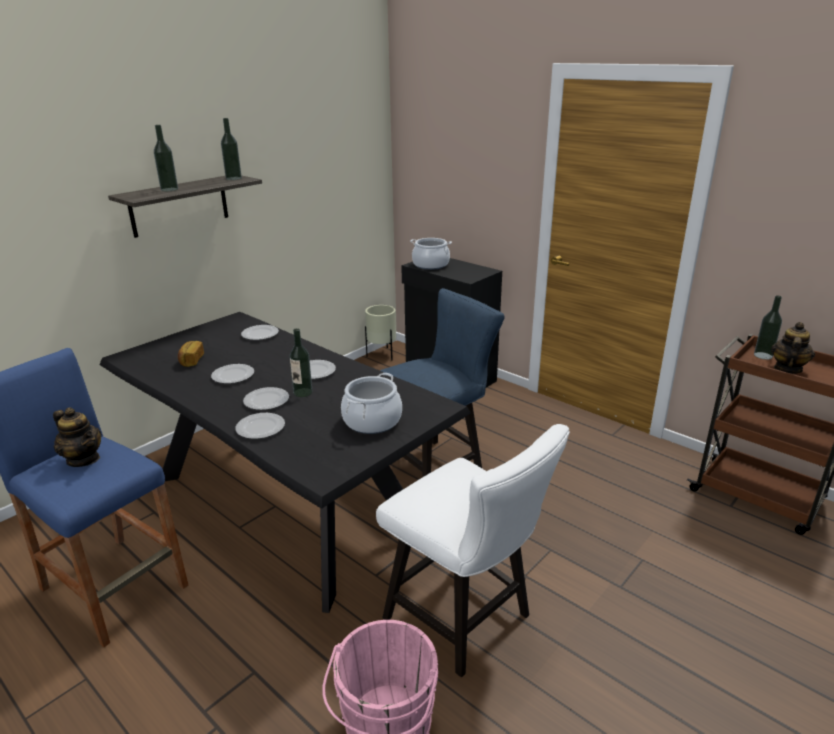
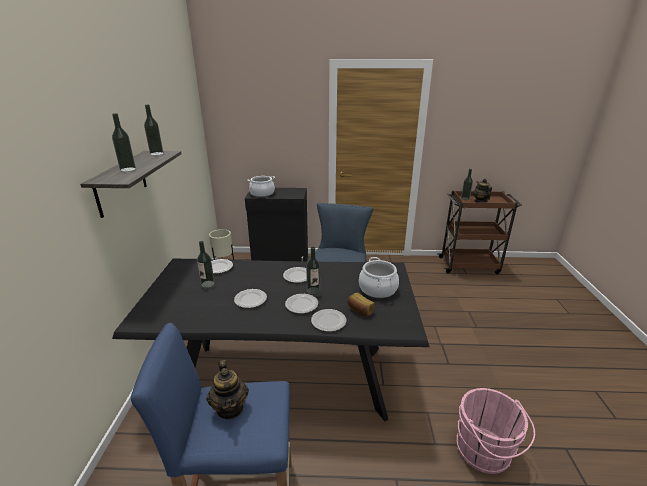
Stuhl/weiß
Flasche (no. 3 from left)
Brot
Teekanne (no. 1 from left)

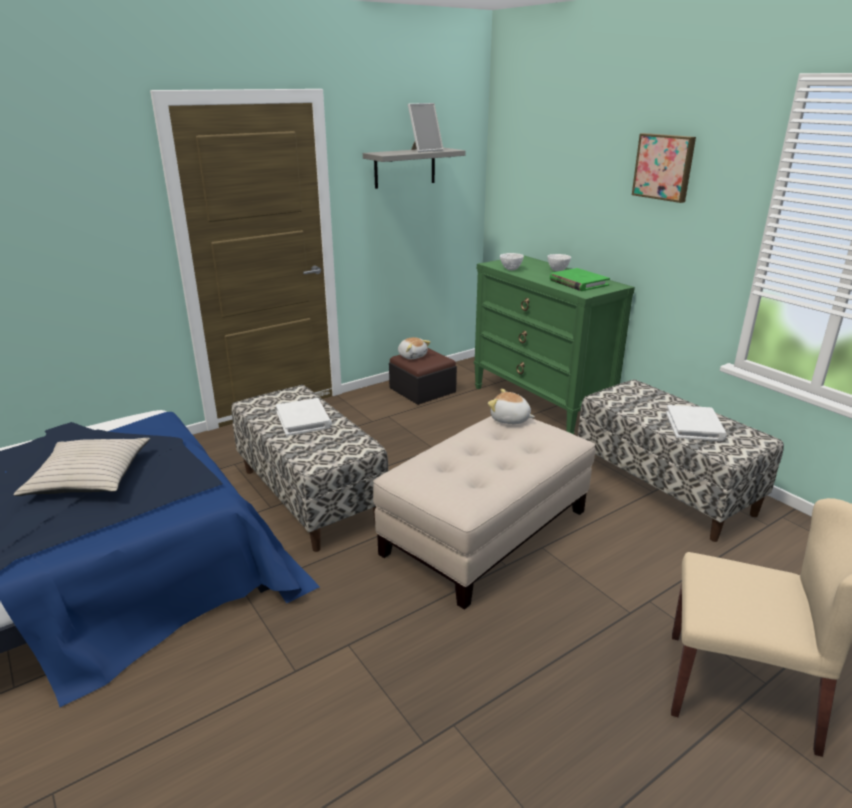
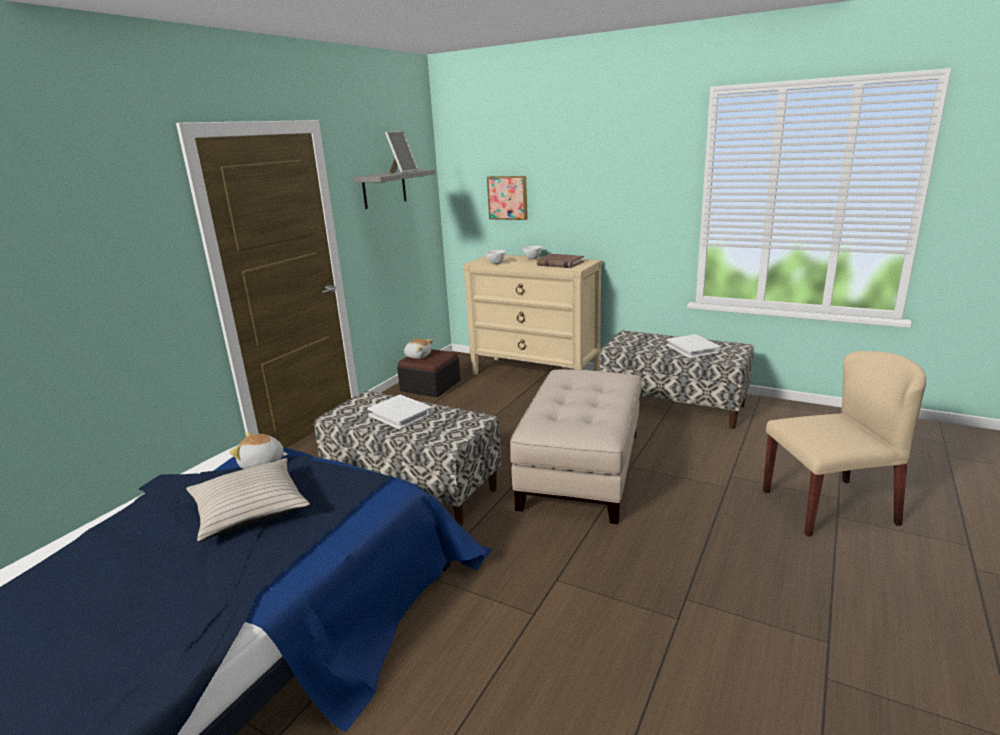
Plüschtier (no. 1 from left)
Bild
Kommode/beige
Buch/braun

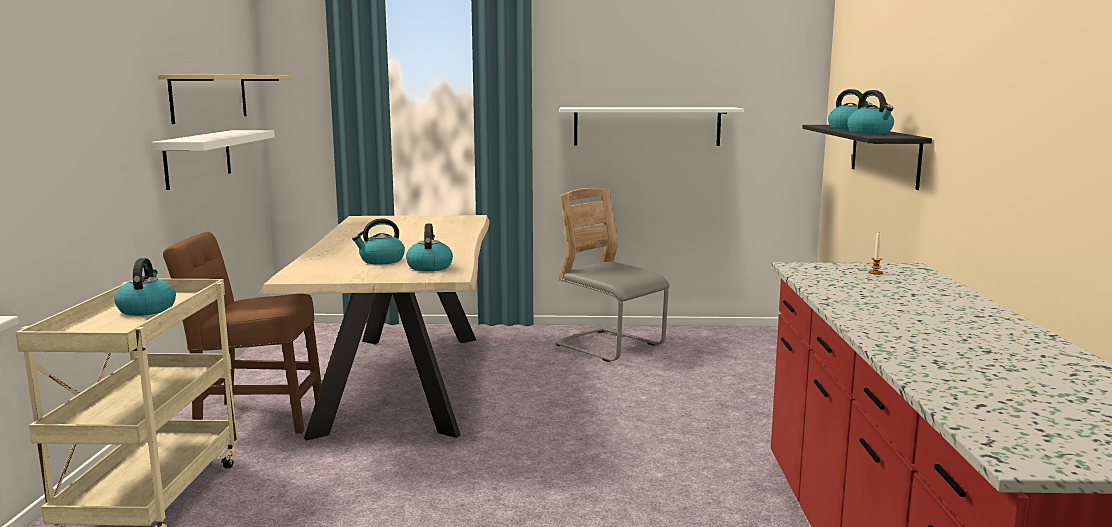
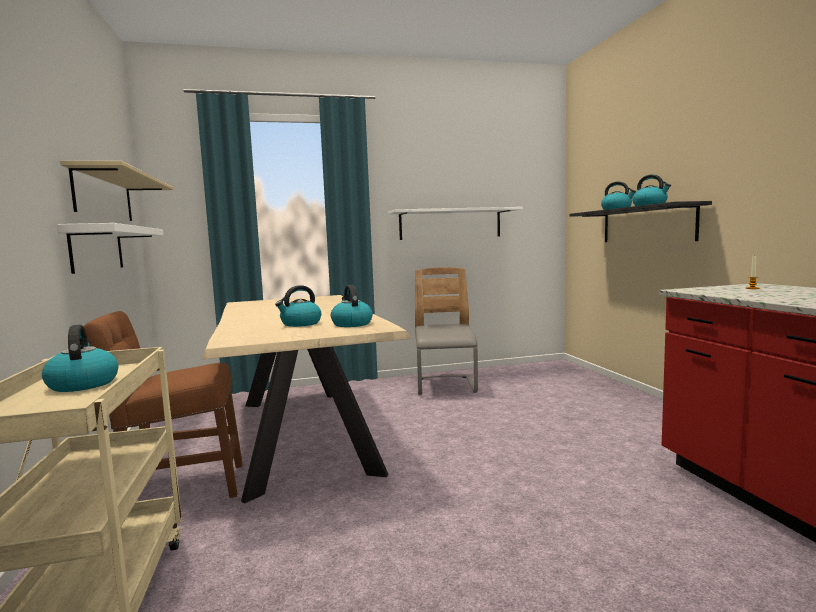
Stuhl/grau

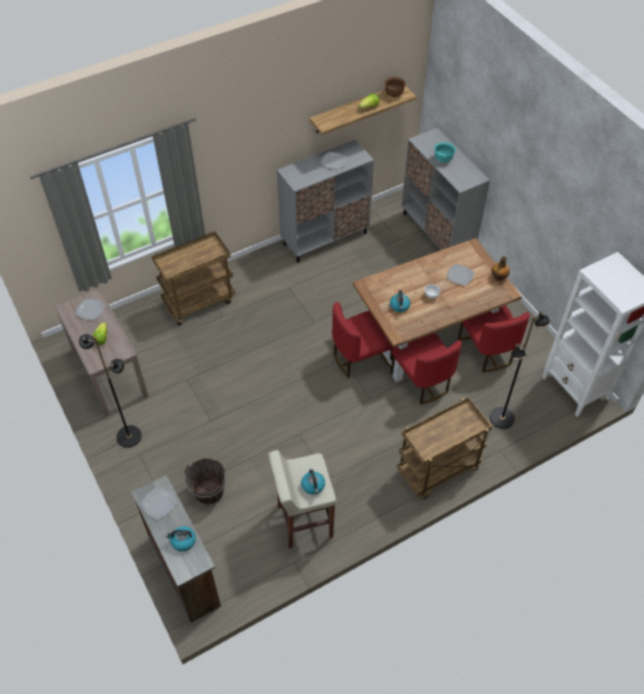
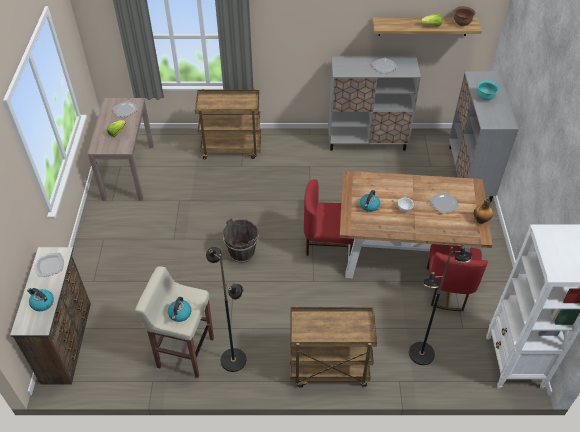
Stuhl/rot (no. 2 from left in the first image)
Stehlampe/schwarz (no. 1 from left)
Eimer/braun

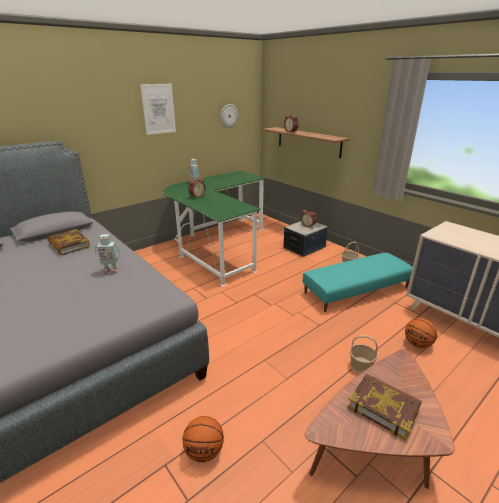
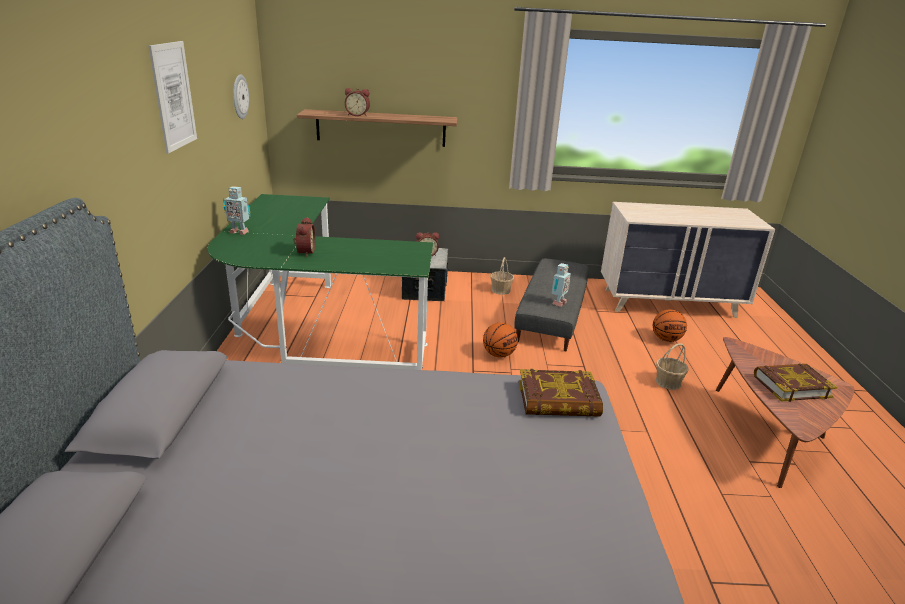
Buch (no. 1 from left)
Spielzeugroboter (no. 2 from left)
Basketball (no. 1 from left)
Polsterhocker/grau

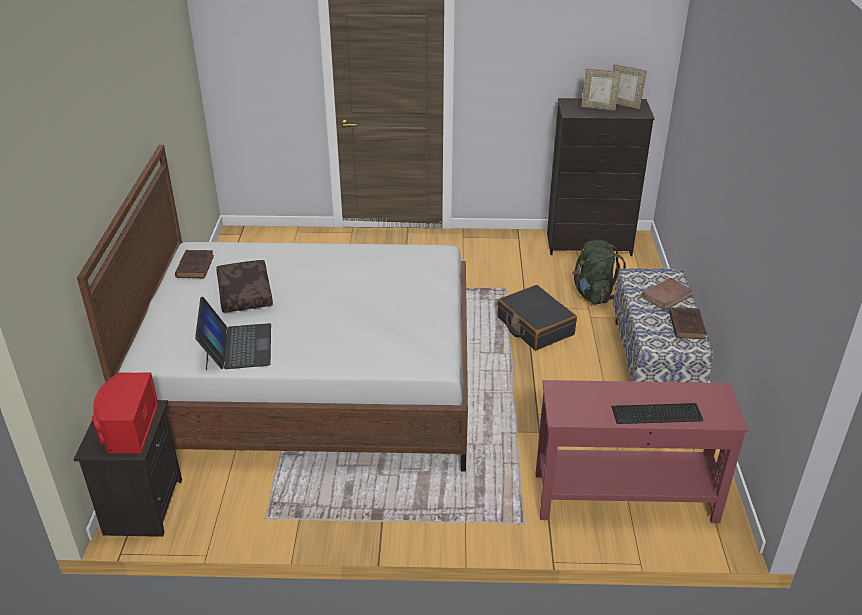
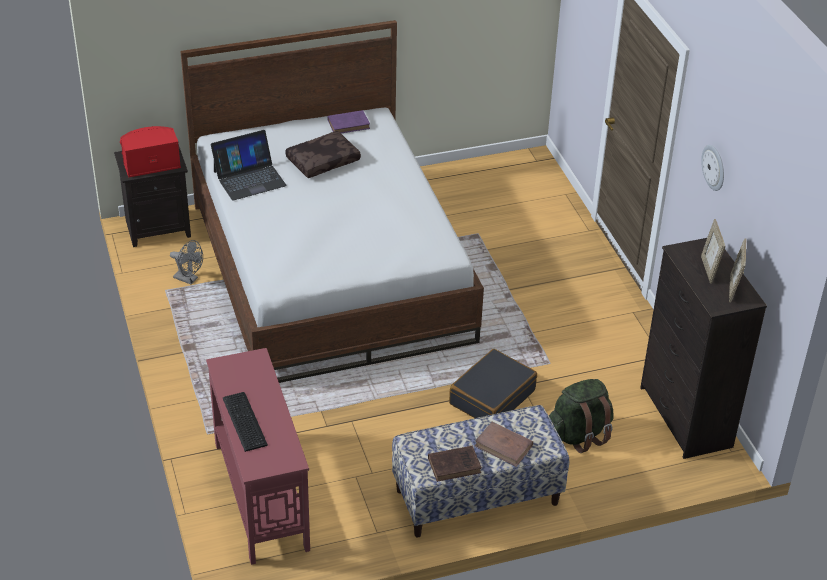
Ventilator/grau
Wanduhr
Buch/lila

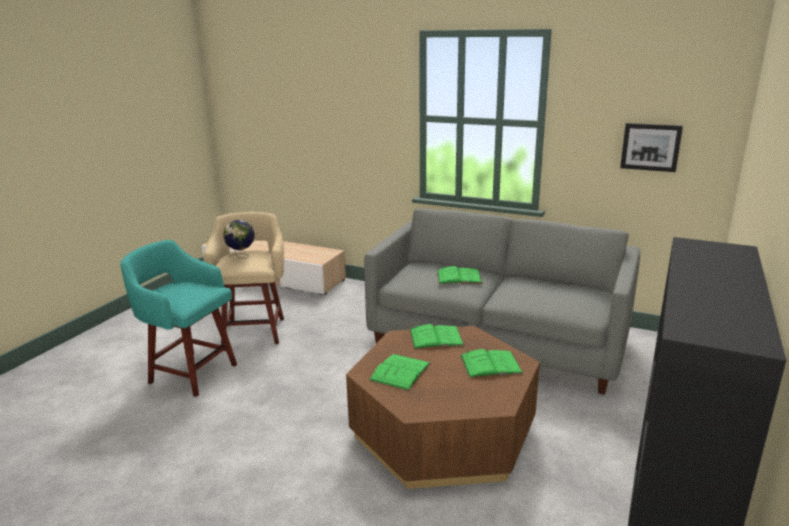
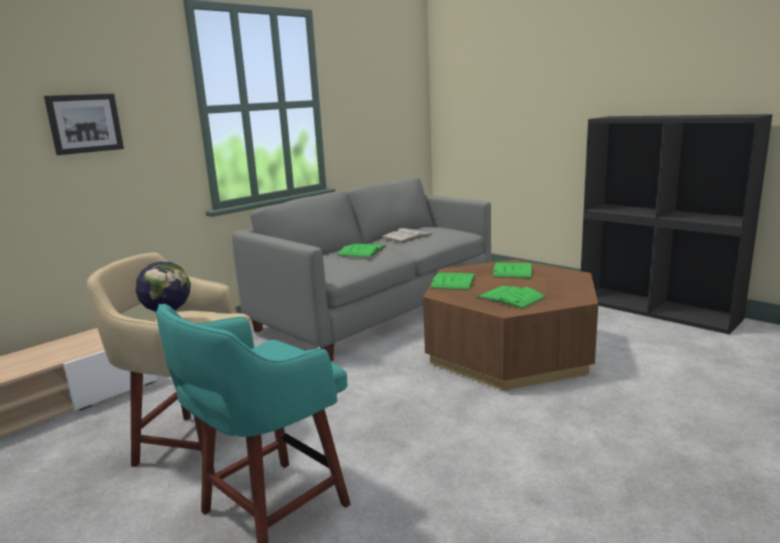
Buch/weiß
Bild

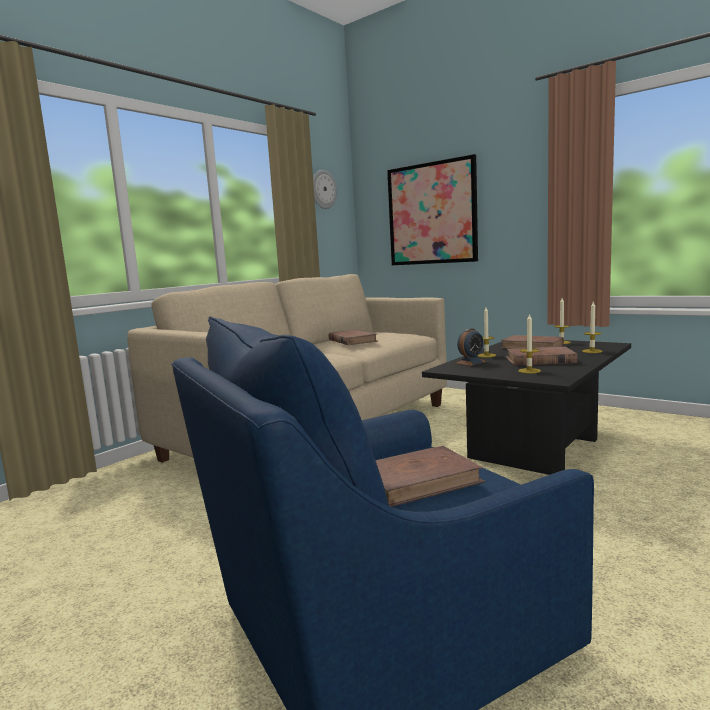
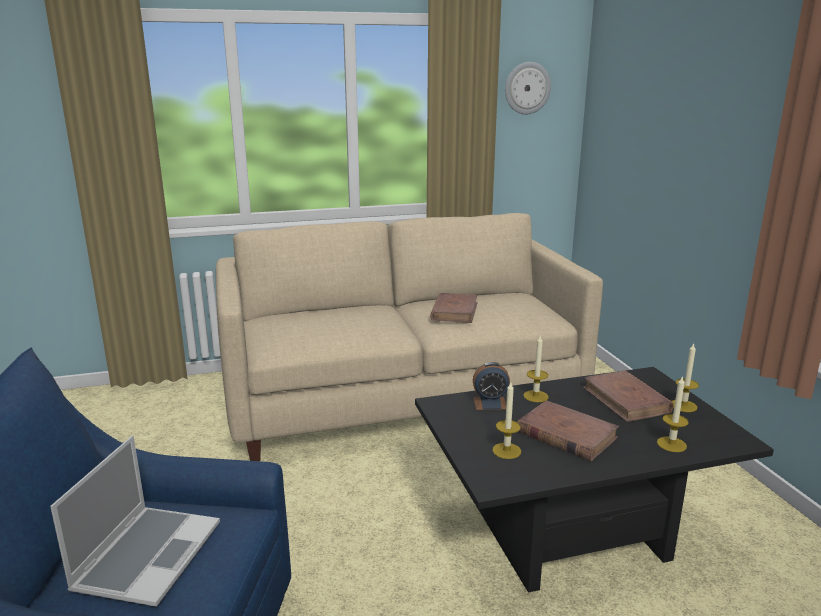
Bild
Laptop

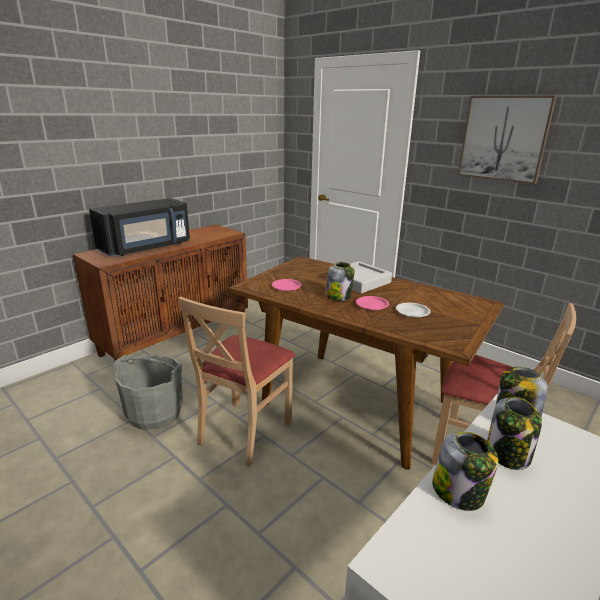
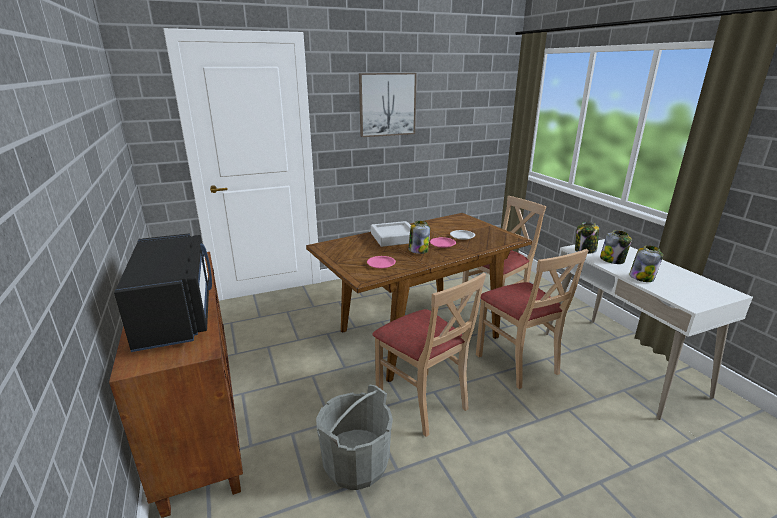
Stuhl/beige (no. 3 from left)

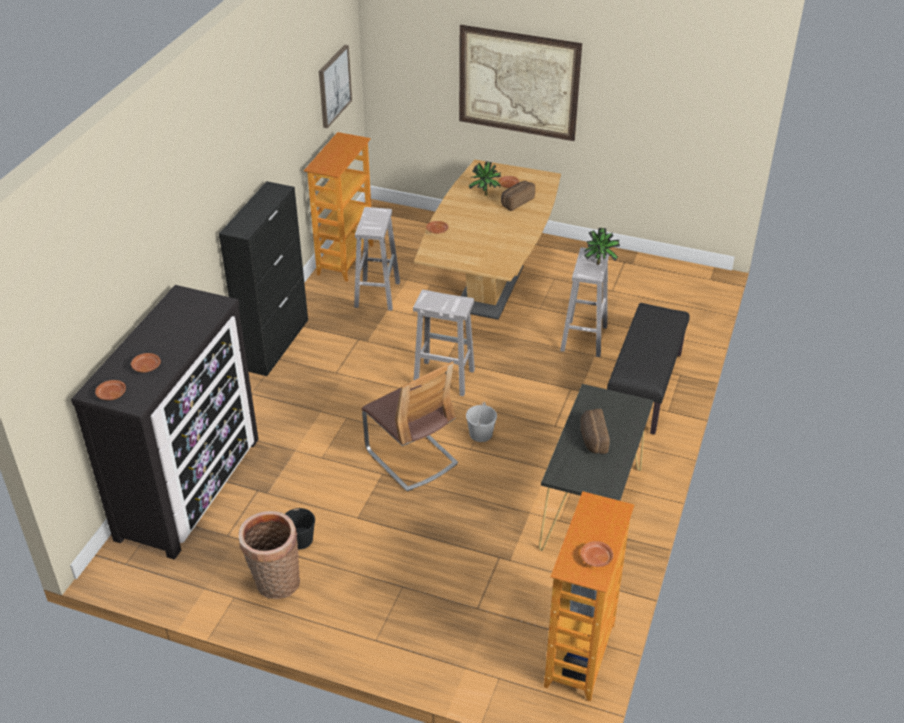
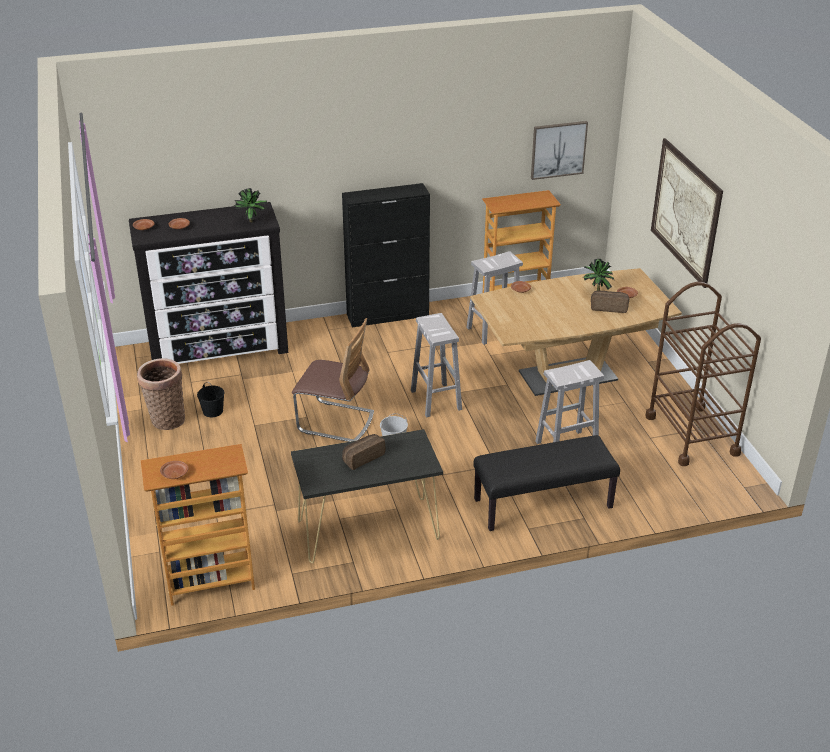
Rollwagen/braun
Topfpflanze (no. 1 from left)
Stuhl

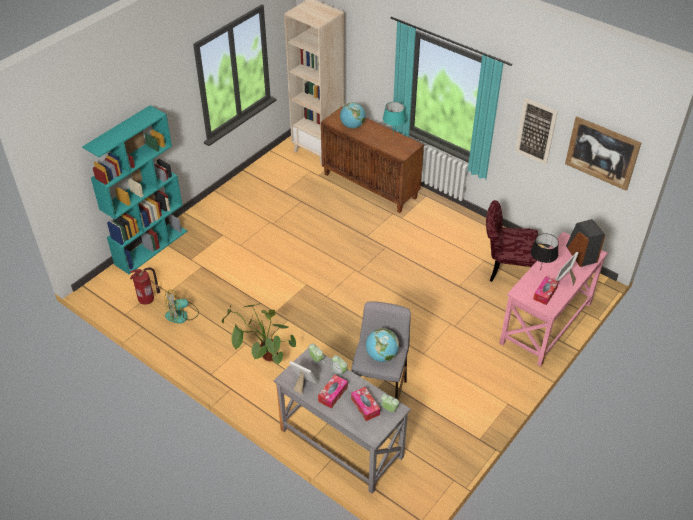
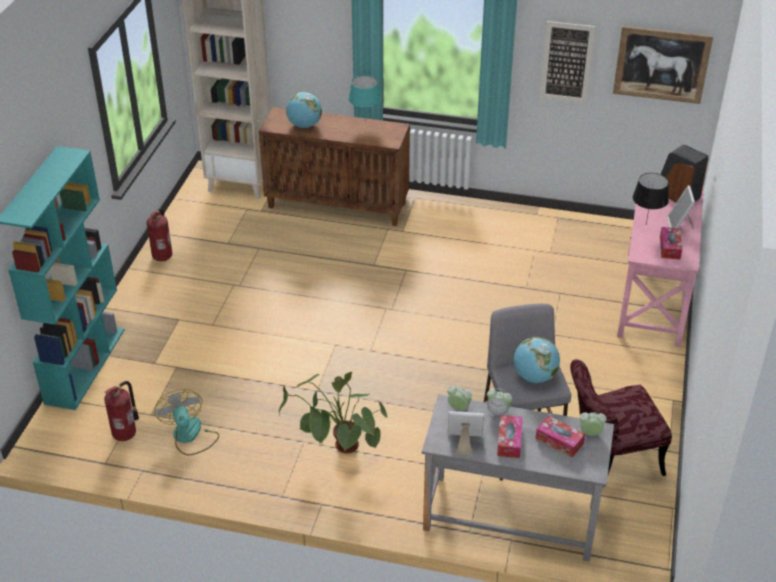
Feuerlöscher (no. 2 from left)
Stuhl/rot
Ventilator

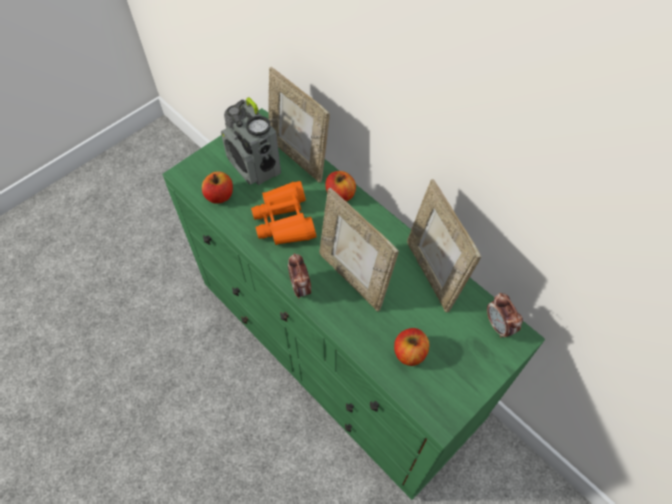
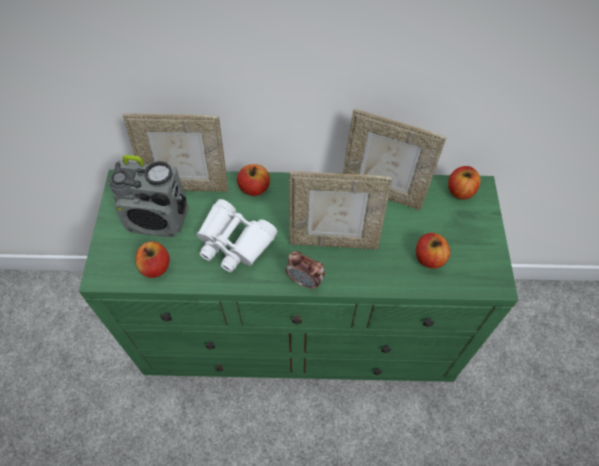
Apfel (no. 4 from left)
Fernglas/weiß

